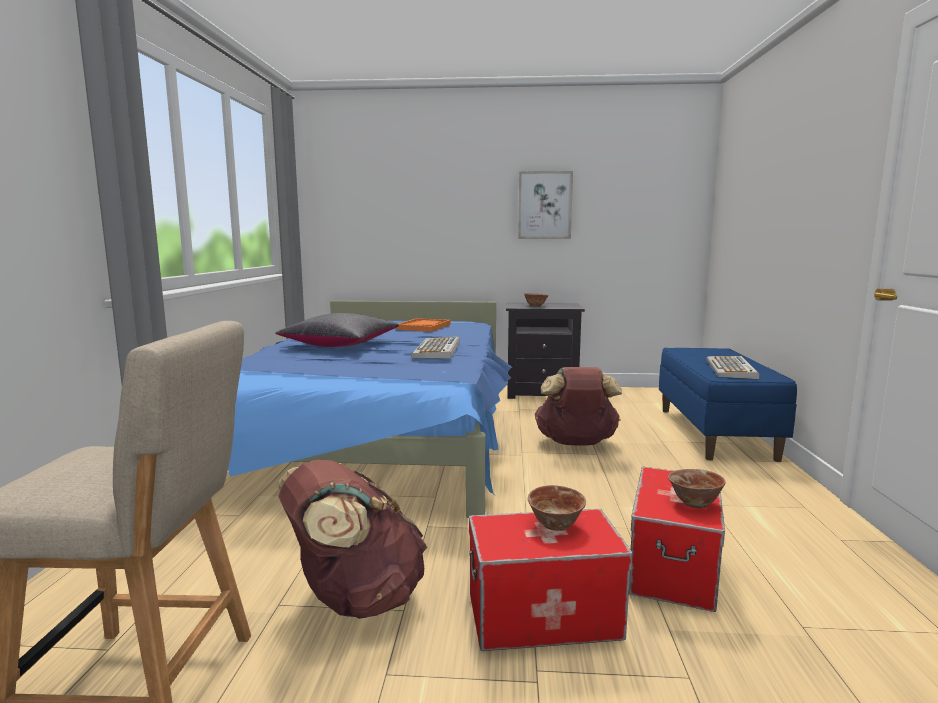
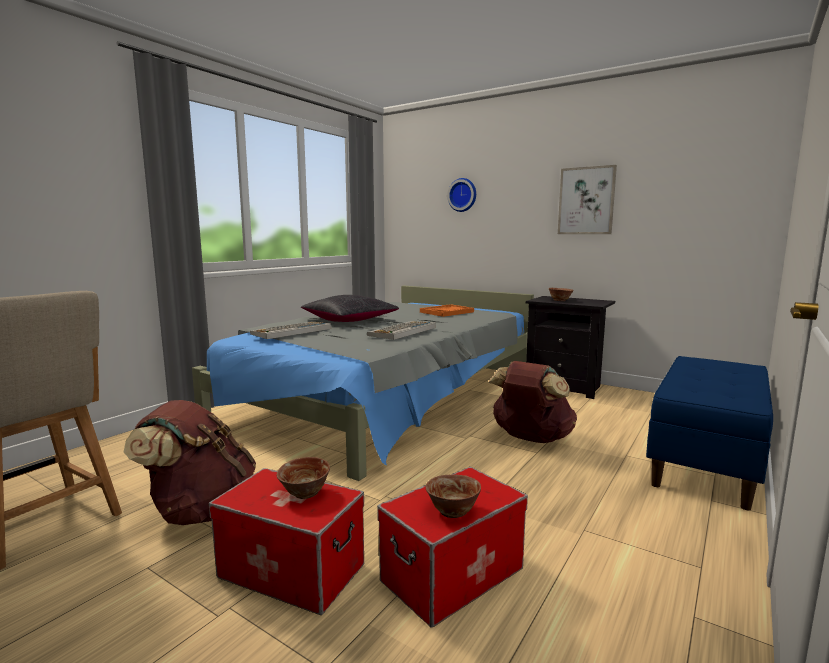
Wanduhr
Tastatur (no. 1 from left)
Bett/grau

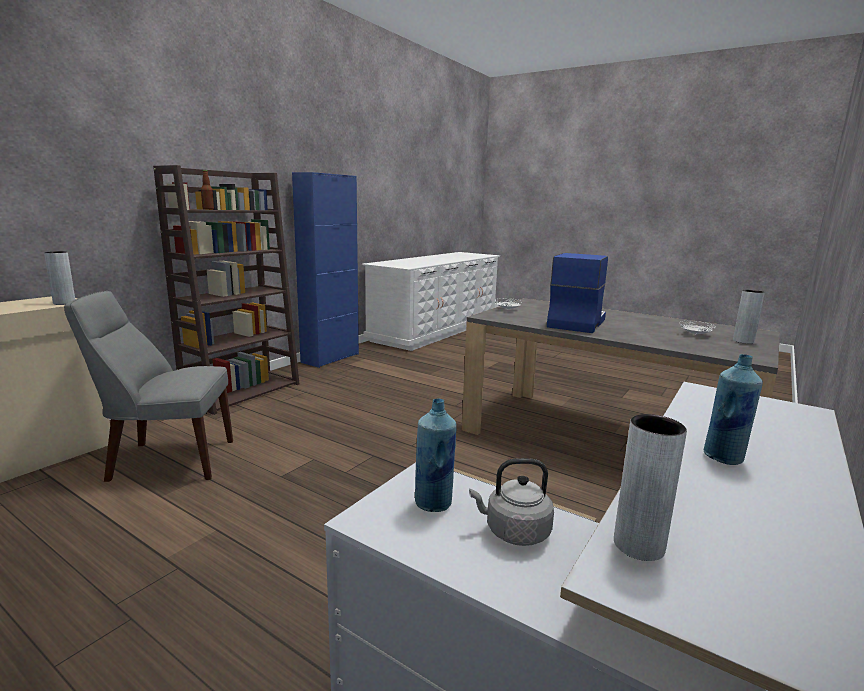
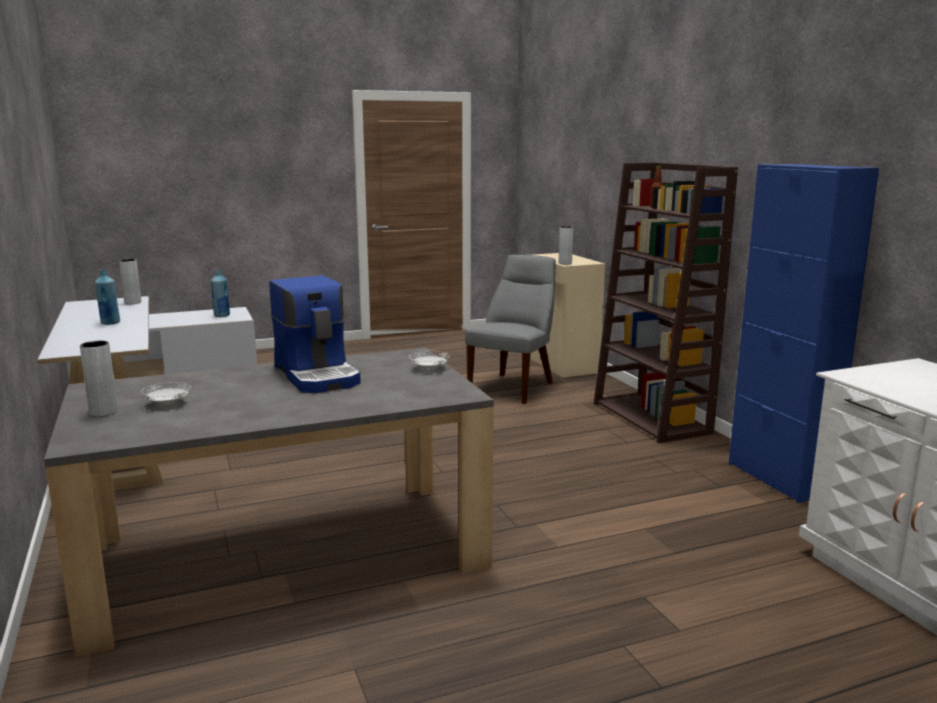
Wasserkessel/grau

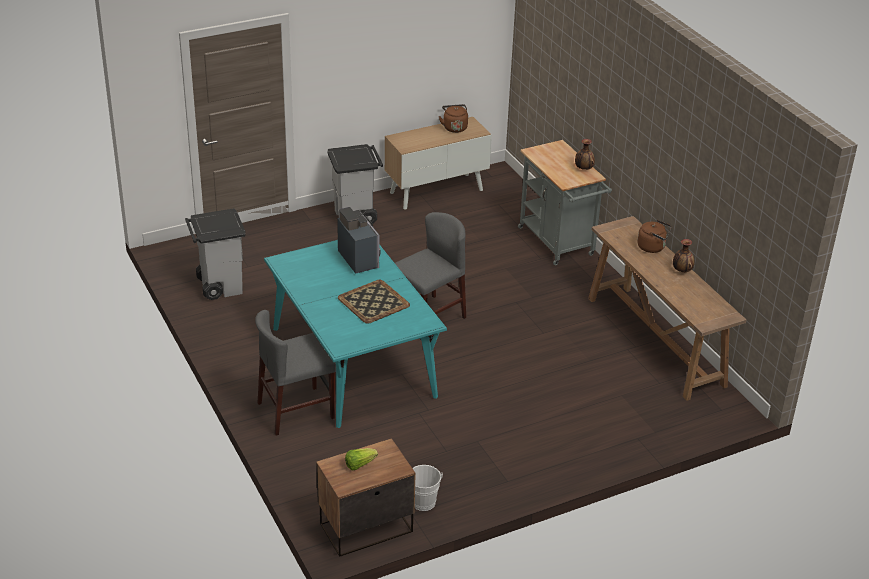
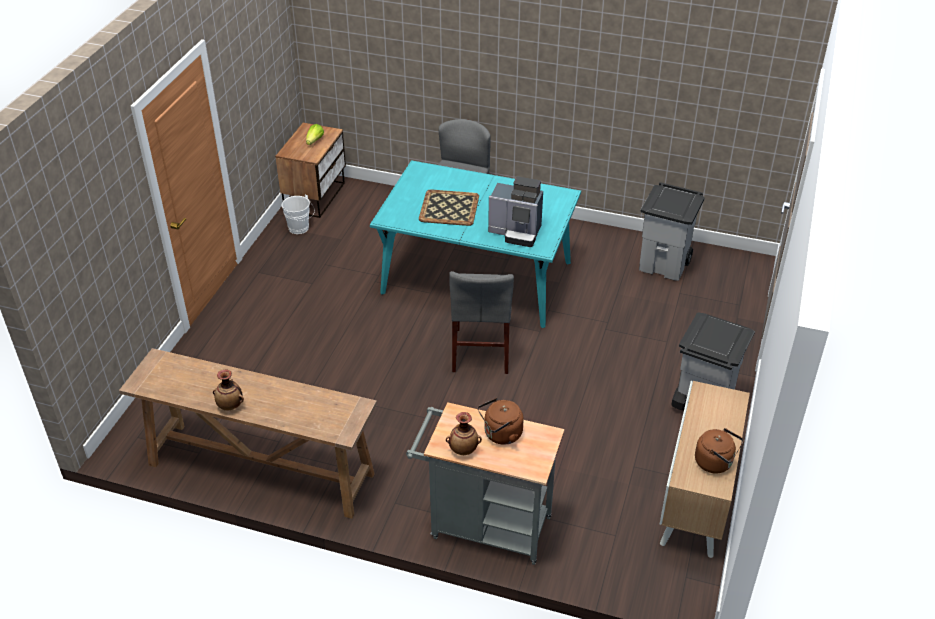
Wasserkessel/braun (no. 1 from left)

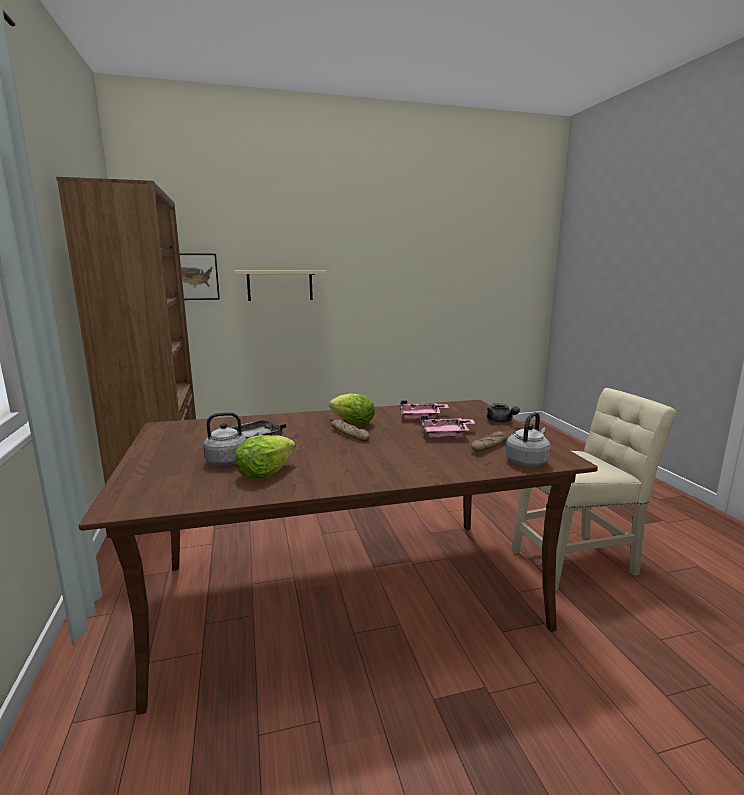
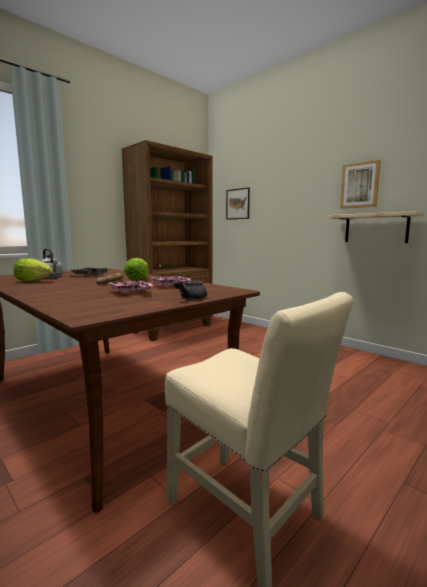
Brot (no. 2 from left in the first image)
Wasserkessel/grau (no. 2 from left in the first image)
Bild (no. 2 from left)
Wandregal/beige

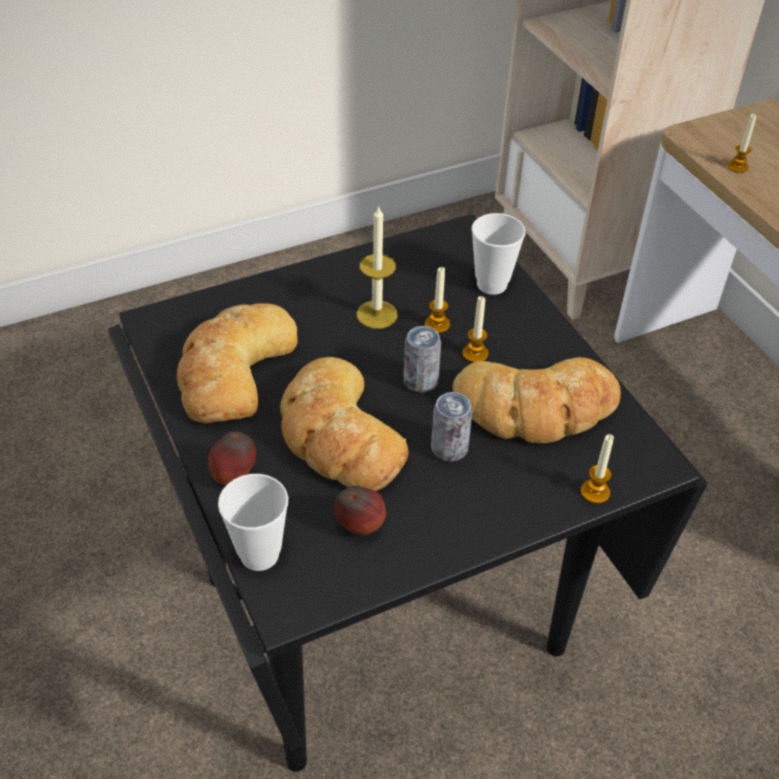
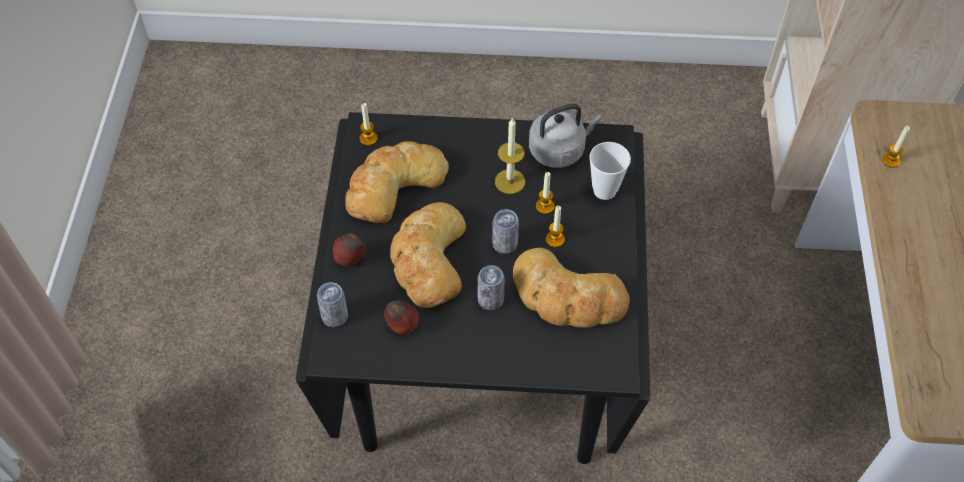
Wasserkessel/grau
Kerze (no. 1 from left)
Dose (no. 1 from left)

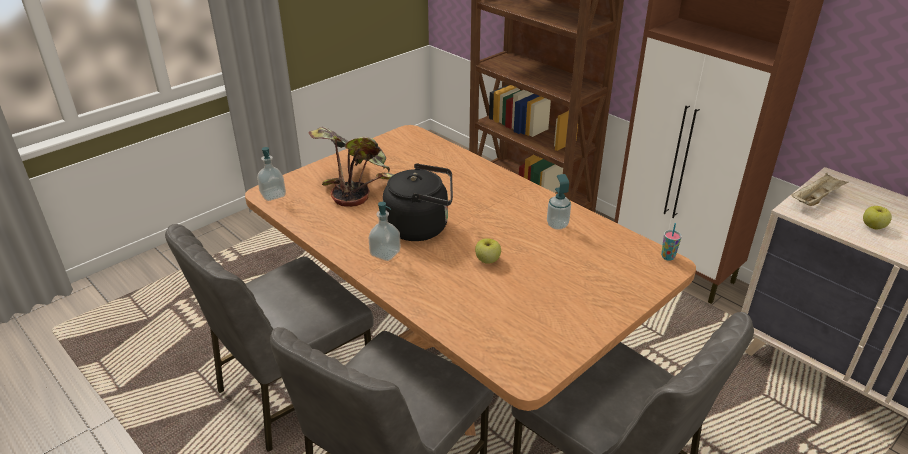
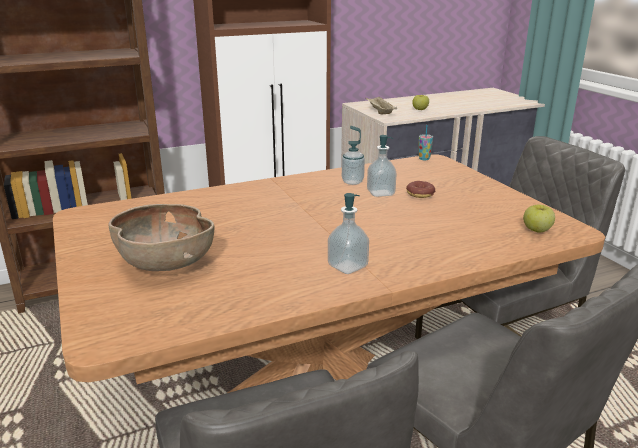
Wasserkessel/schwarz
Donut
Seifenspender (no. 3 from left)
Apfel (no. 2 from left)
Schüssel/braun

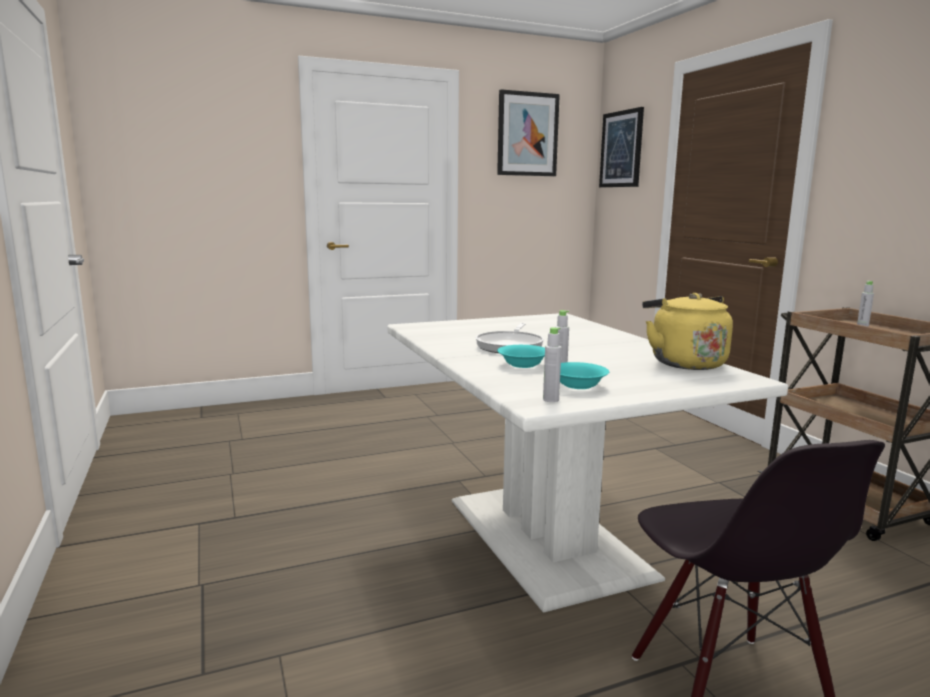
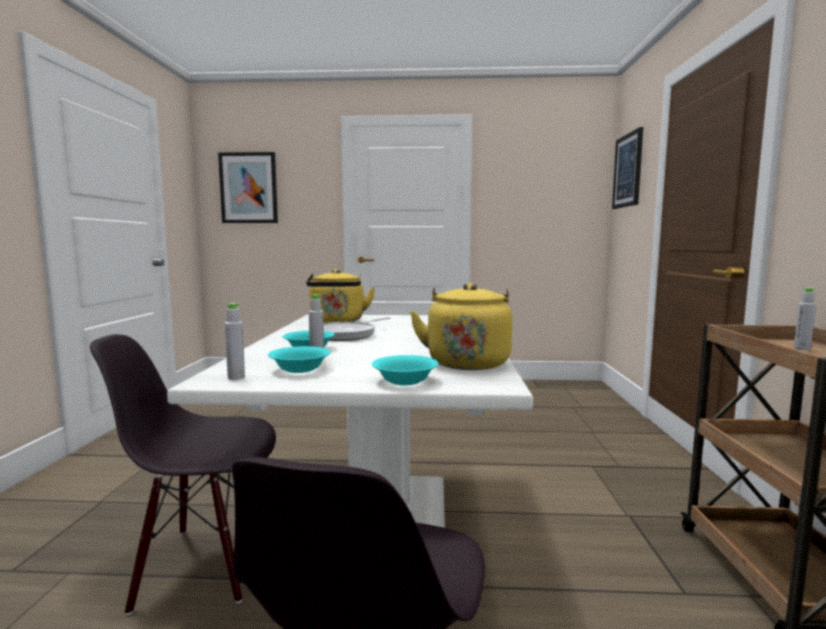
Stuhl/schwarz (no. 1 from left)
Wasserkessel/gelb (no. 1 from left)
Schüssel/türkis (no. 3 from left)
Bild (no. 1 from left)

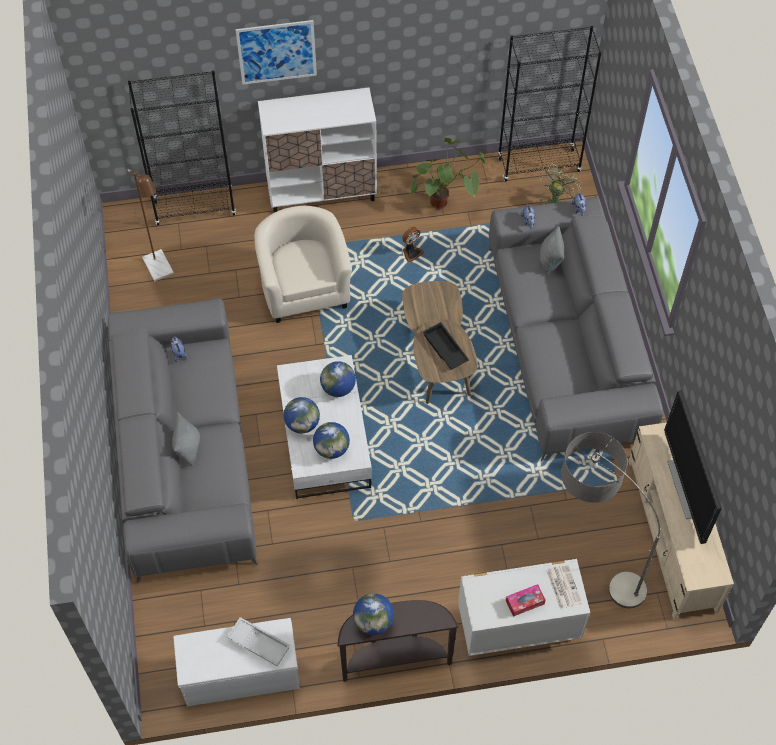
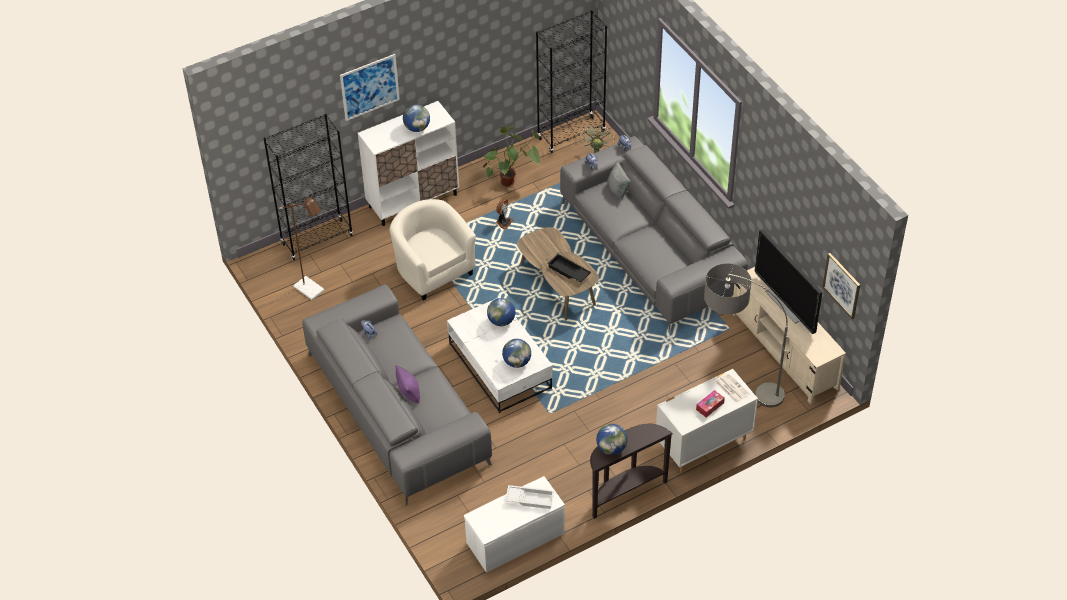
Bild (no. 2 from left)
Globus (no. 1 from left)
Kissen/lila

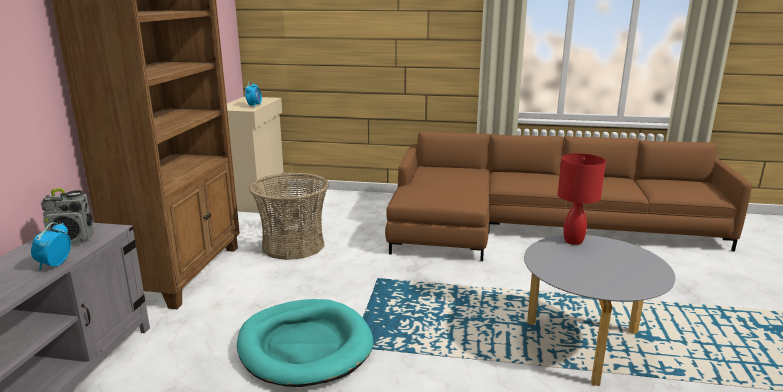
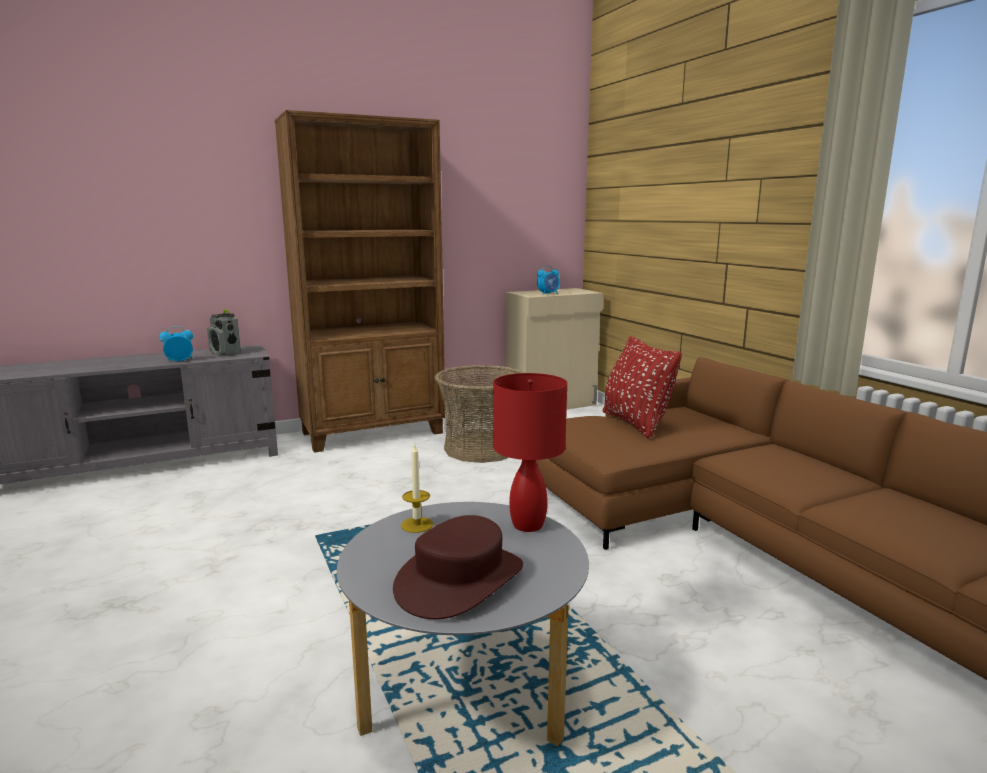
Hundebett/türkis
Hut/braun
Kerze
Kissen/rot

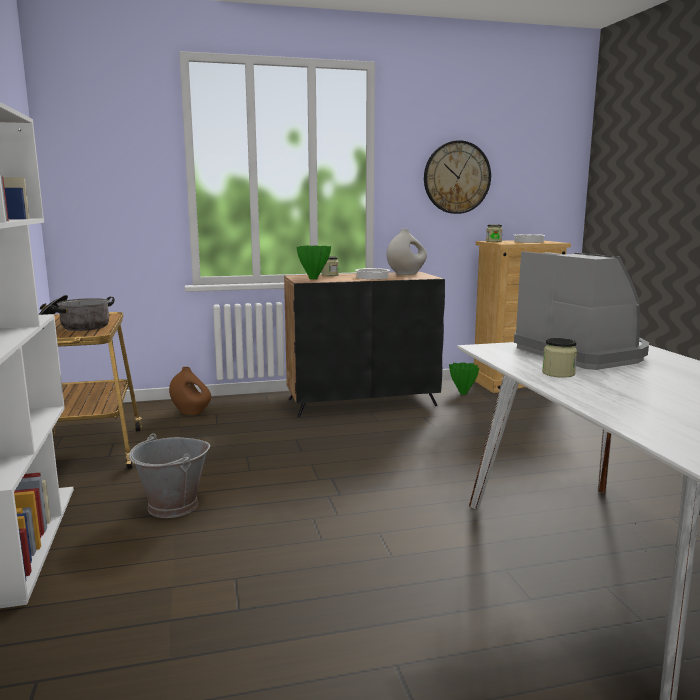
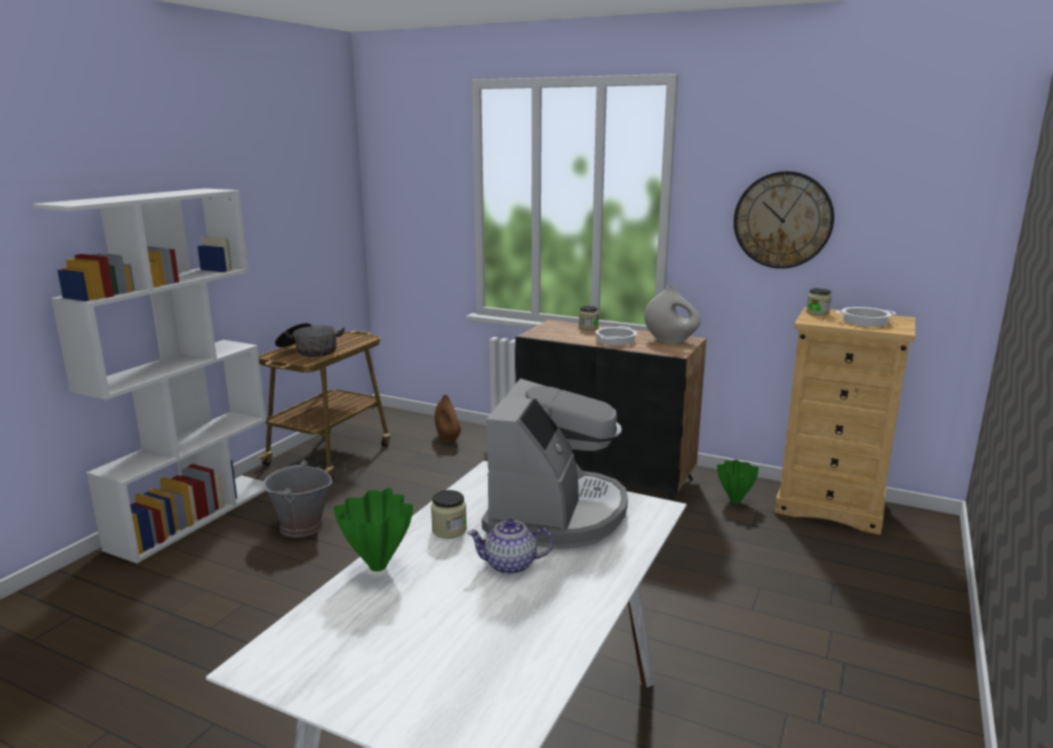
Teekanne
Vase/grün (no. 1 from left)

